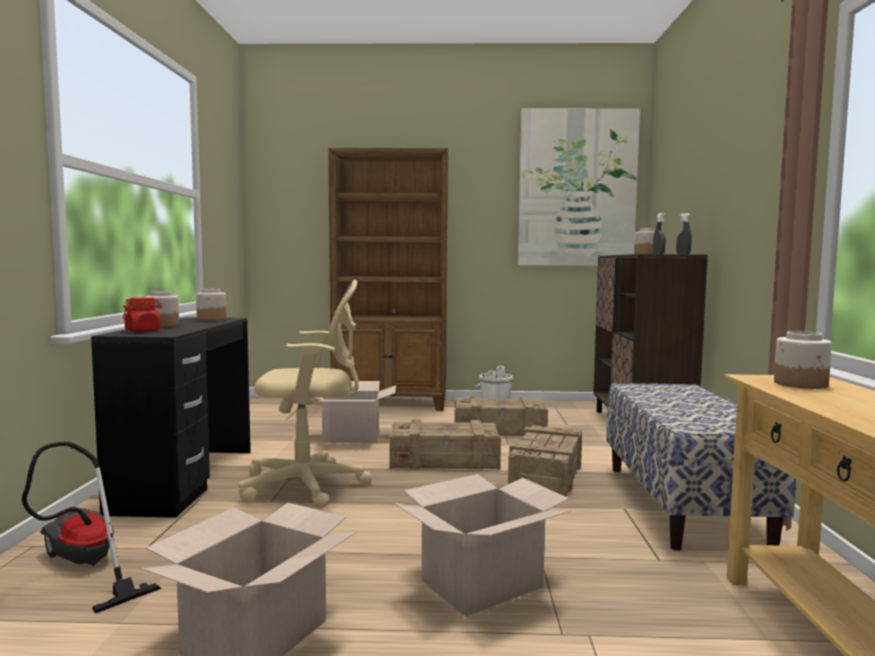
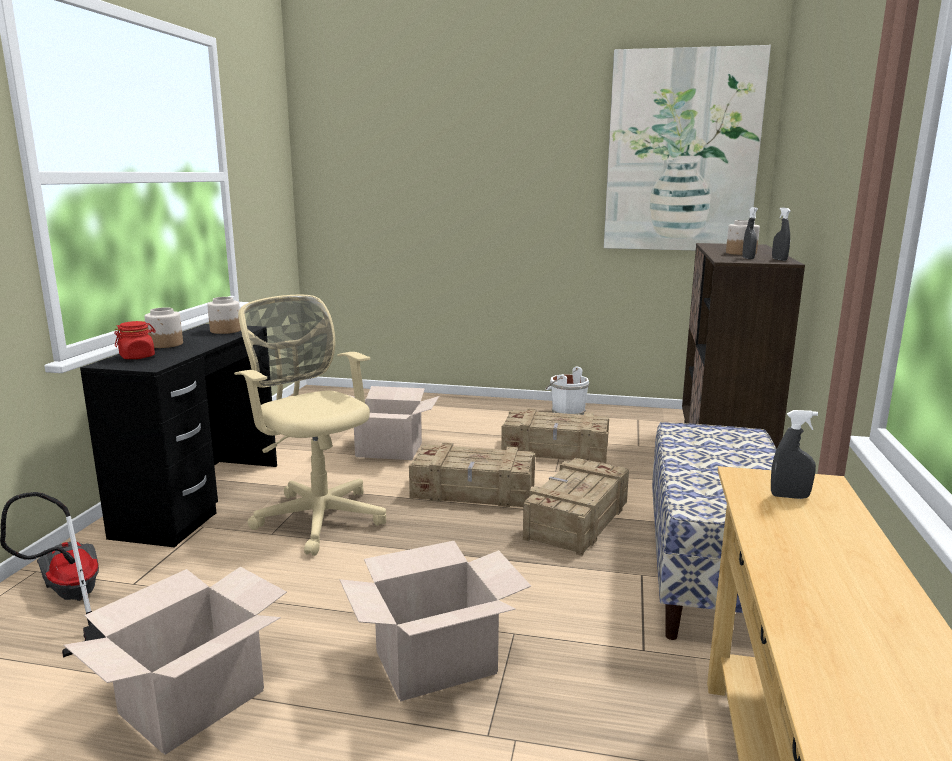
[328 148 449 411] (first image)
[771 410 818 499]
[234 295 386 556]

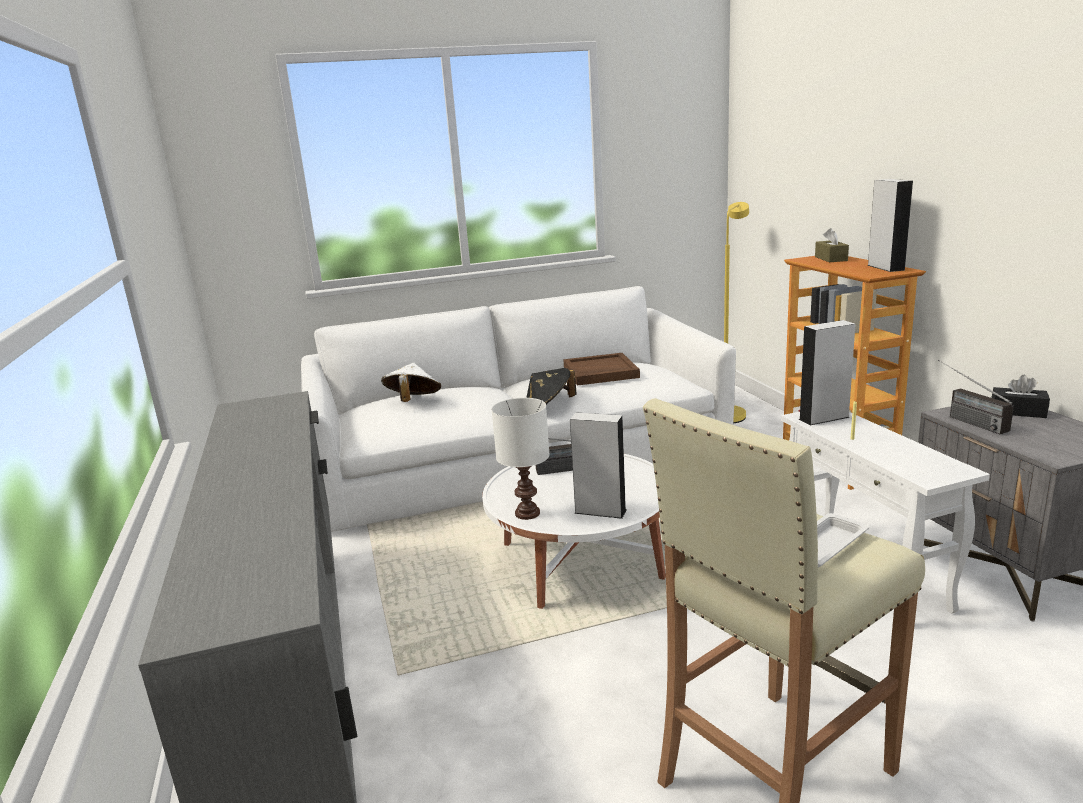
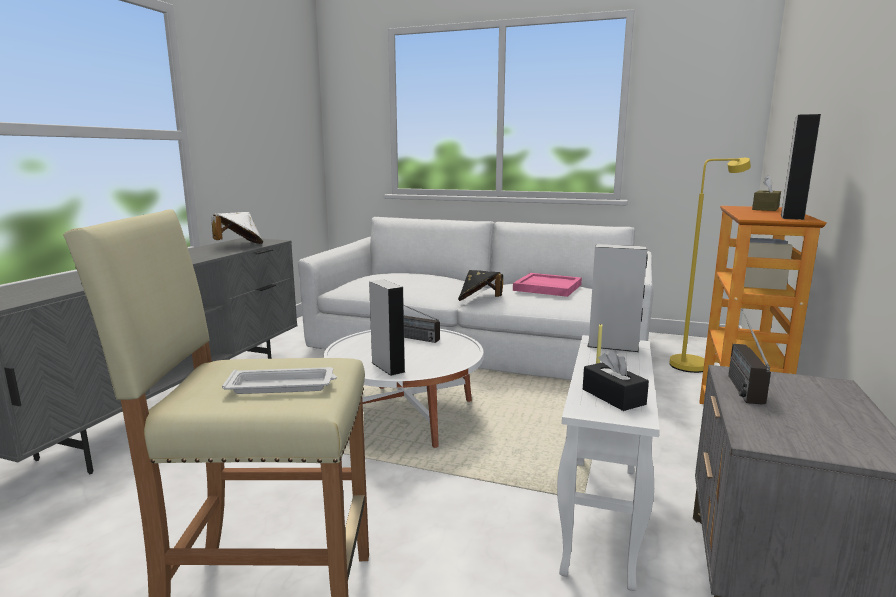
[491 398 550 520] (first image)
[211 212 263 244]
[583 350 649 411]
[513 273 582 297]

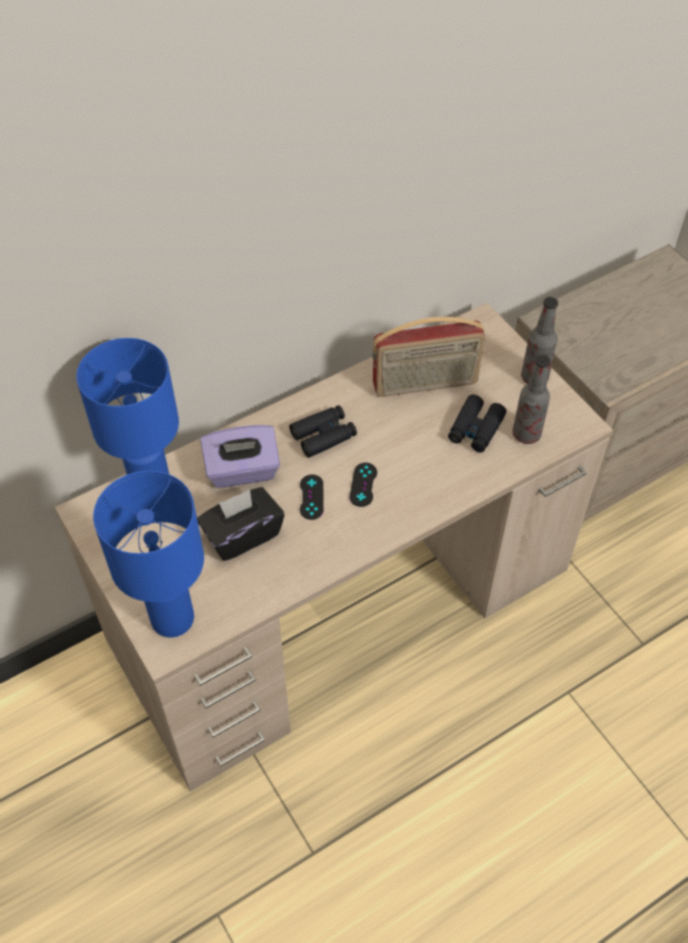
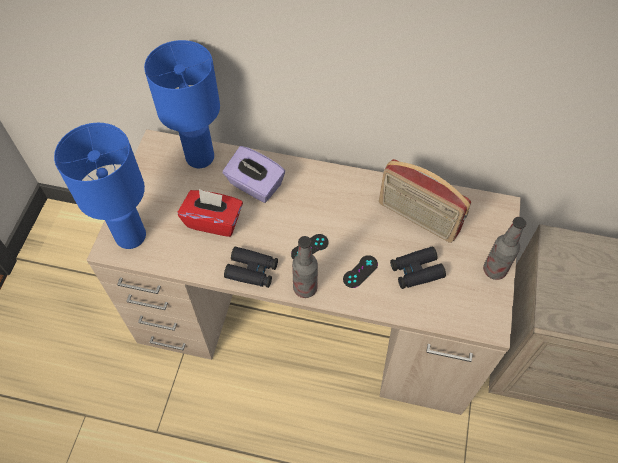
[224 247 278 288]
[343 255 378 288]
[292 236 318 298]
[178 189 243 237]

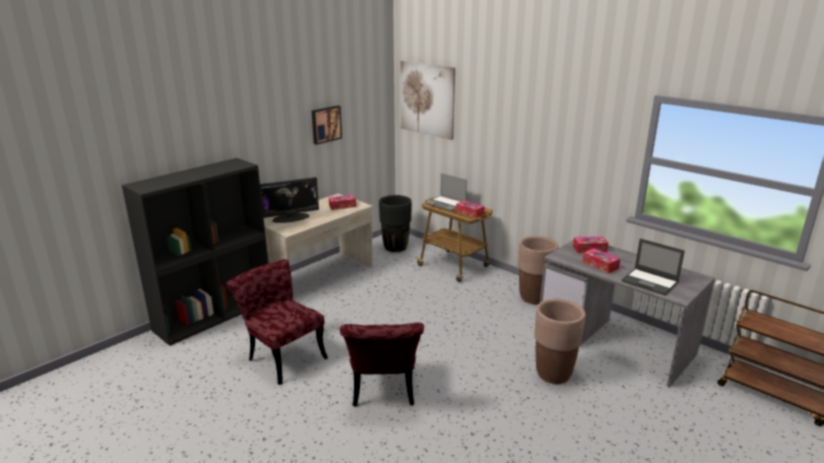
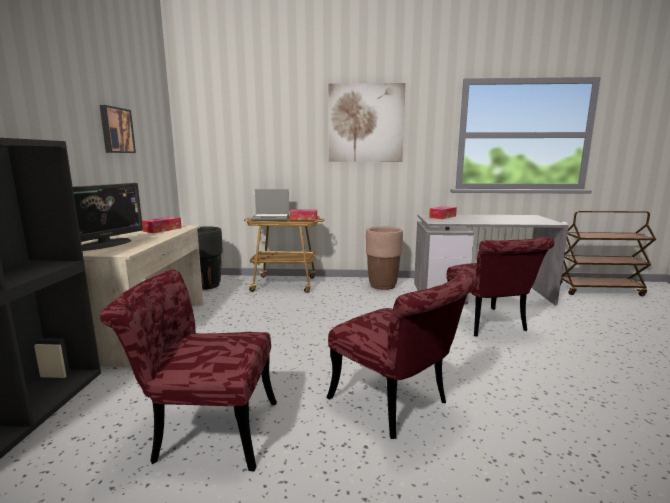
[583 248 620 273] (first image)
[621 238 685 296] (first image)
[329 83 405 162]
[446 237 554 337]

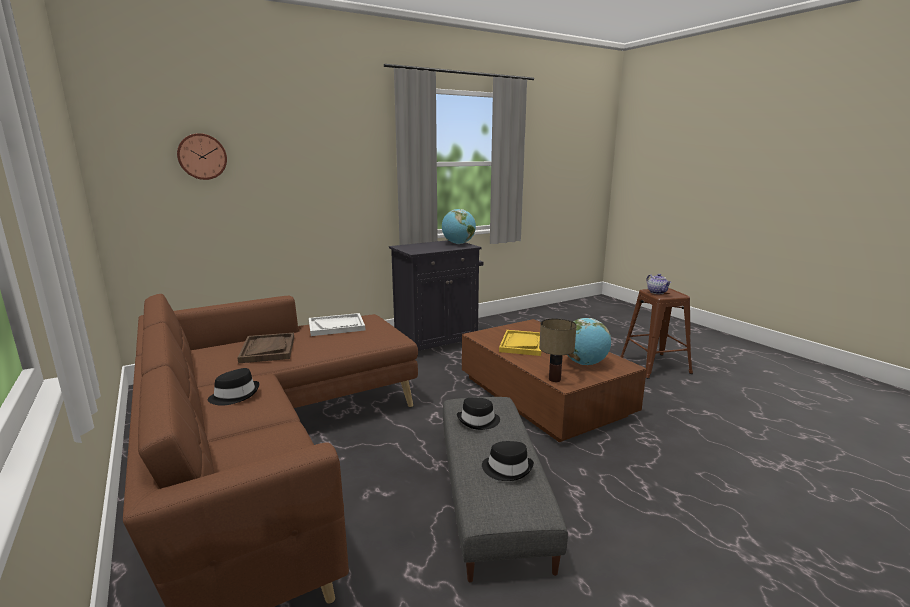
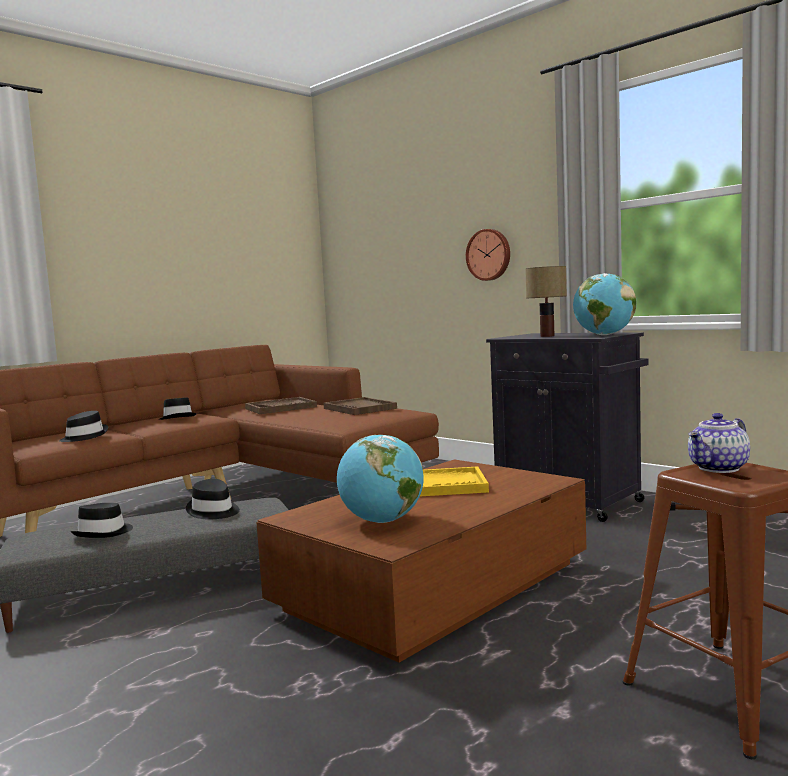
[59 411 108 442]
[466 229 510 281]
[525 266 567 337]
[324 397 397 415]

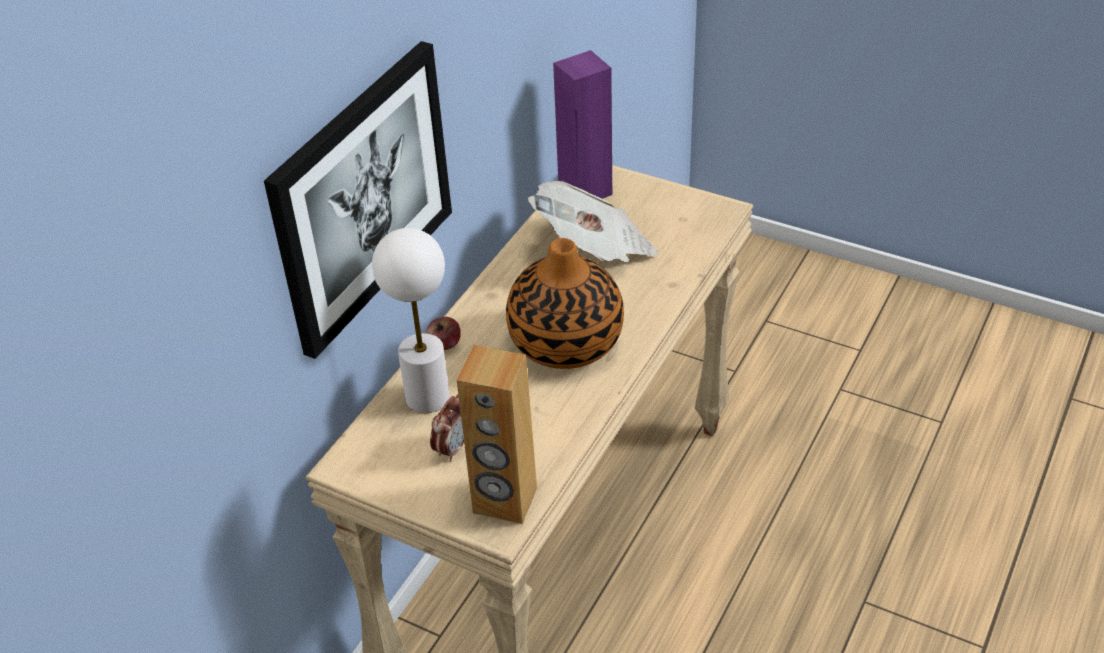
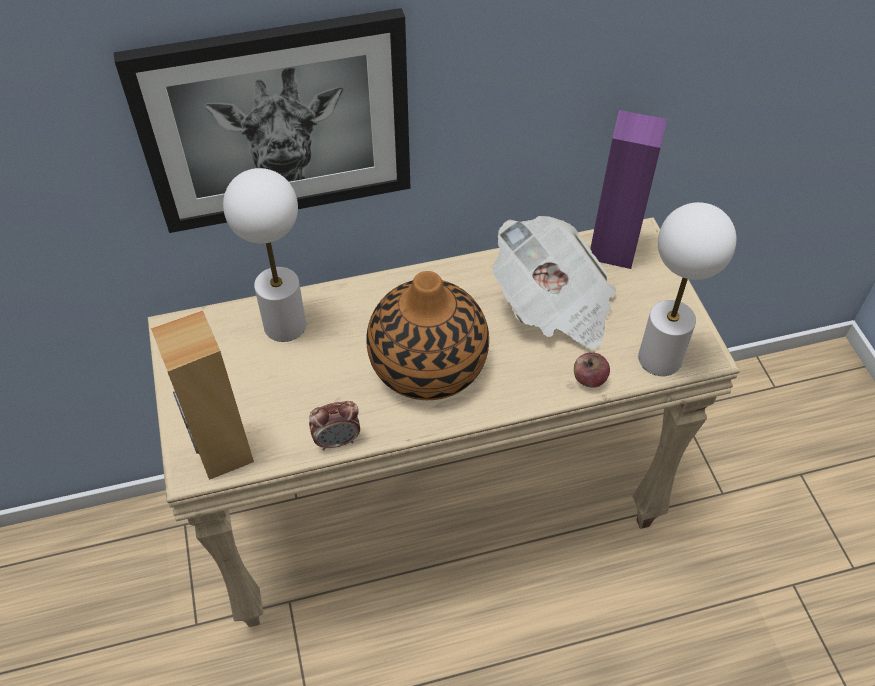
[638 202 737 376]
[574 352 610 388]
[309 401 360 450]

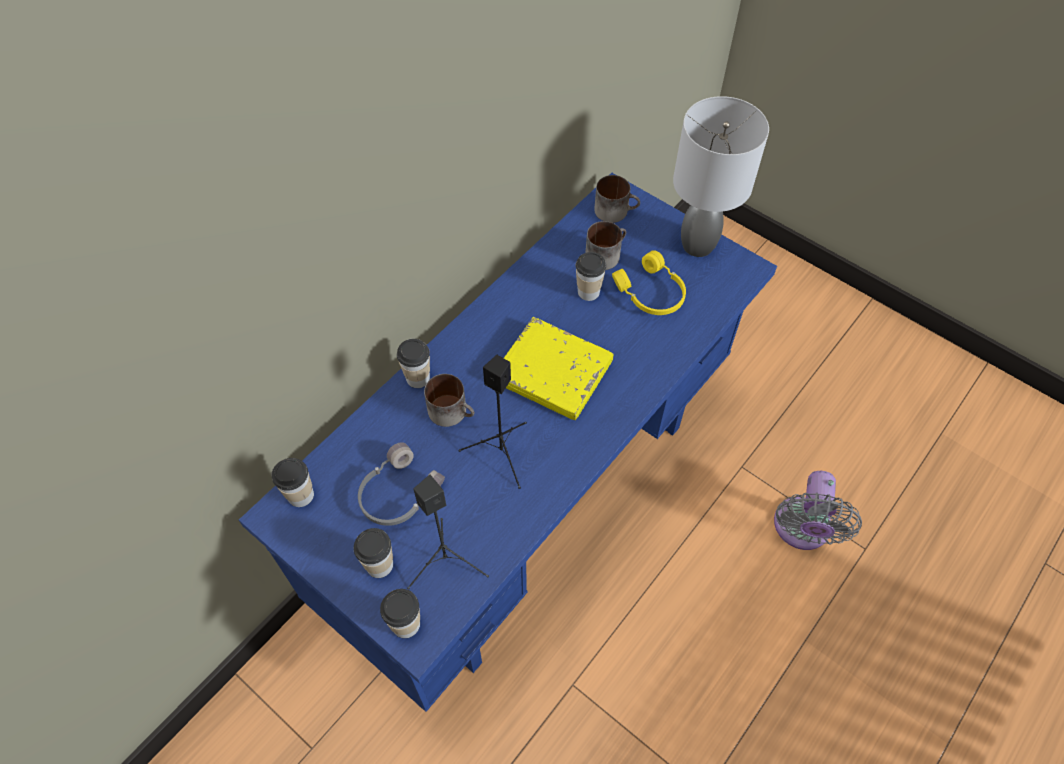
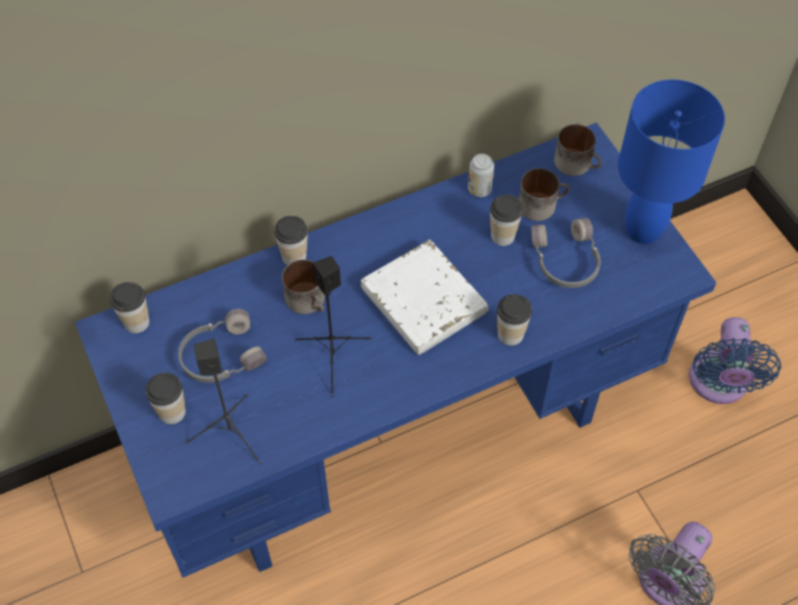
[468 154 494 197]
[689 317 781 404]
[497 294 532 346]
[361 240 488 355]
[531 218 601 288]
[618 80 725 244]

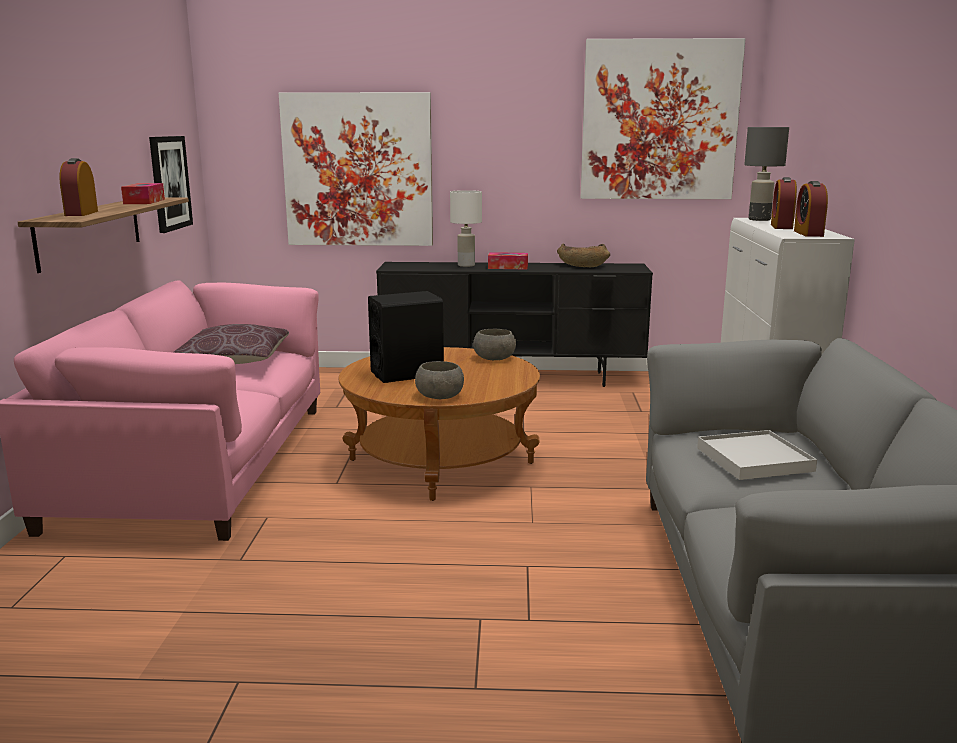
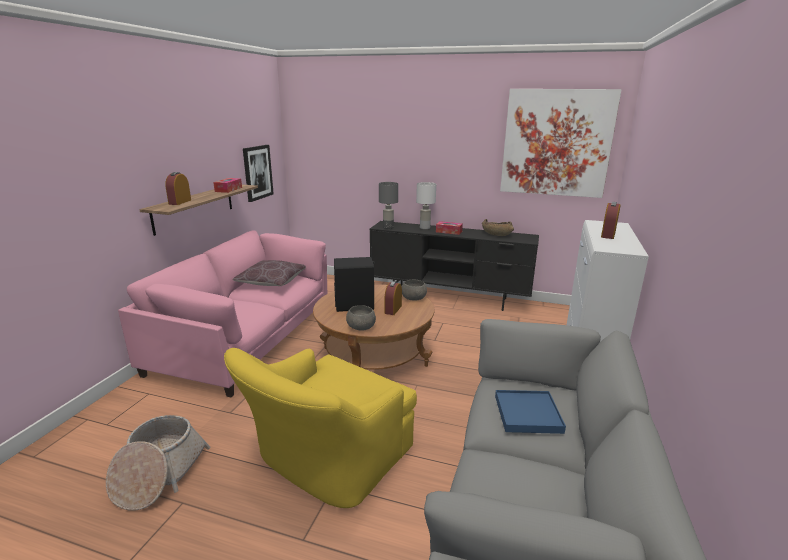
[279 92 433 246] (first image)
[106 415 210 511]
[224 348 417 508]
[379 182 398 229]
[385 281 402 315]
[495 390 566 434]

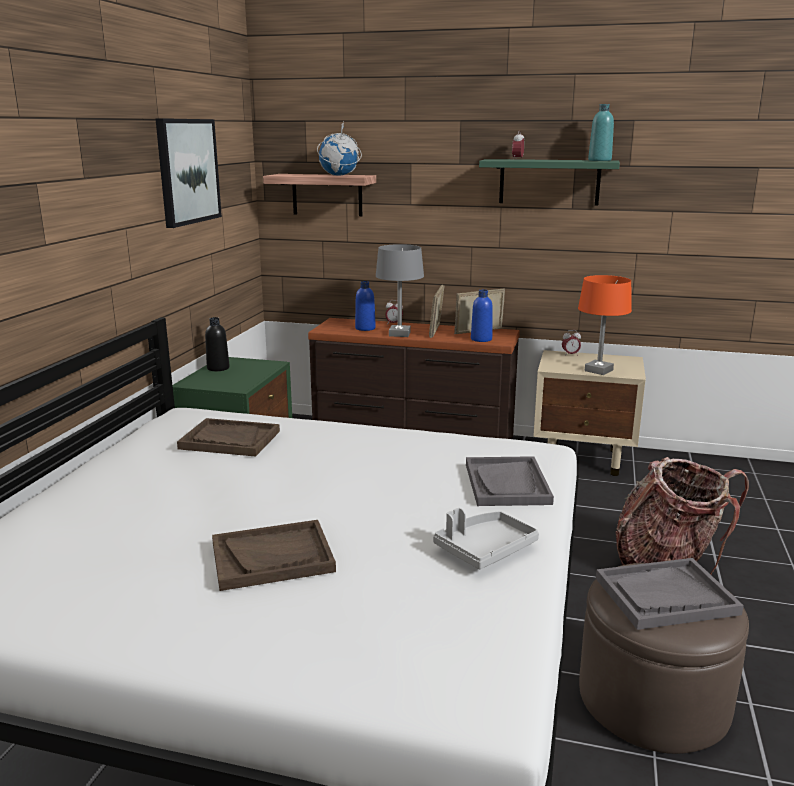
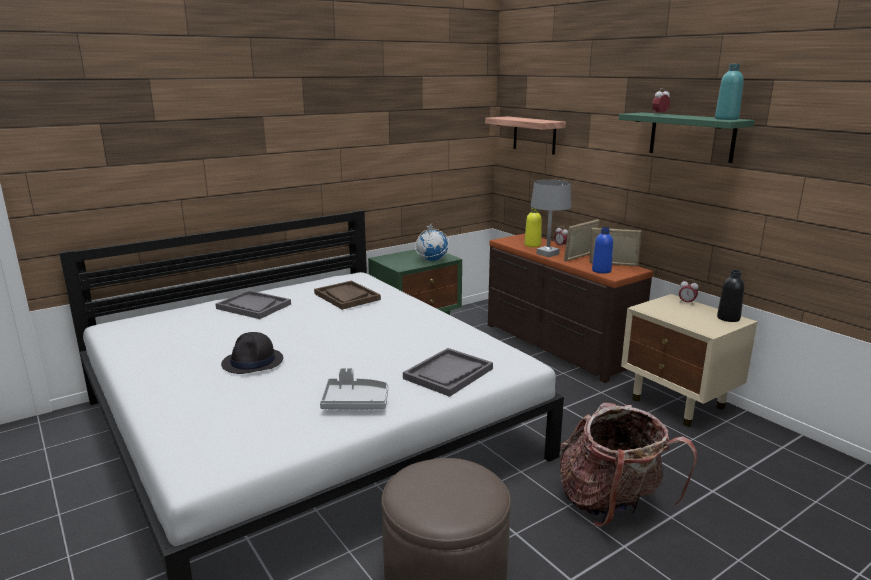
[155 118 222 228] (first image)
[578 275 632 375] (first image)
[717 270 745 322]
[415 223 449 261]
[216 290 291 319]
[221 332 283 374]
[524 207 542 247]

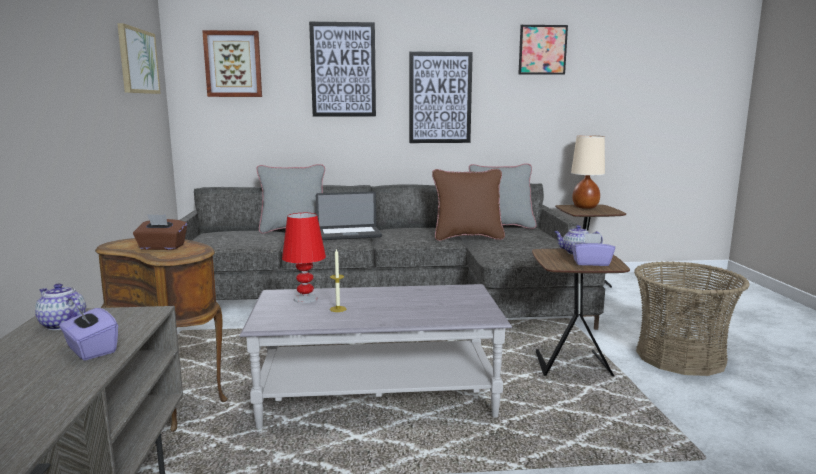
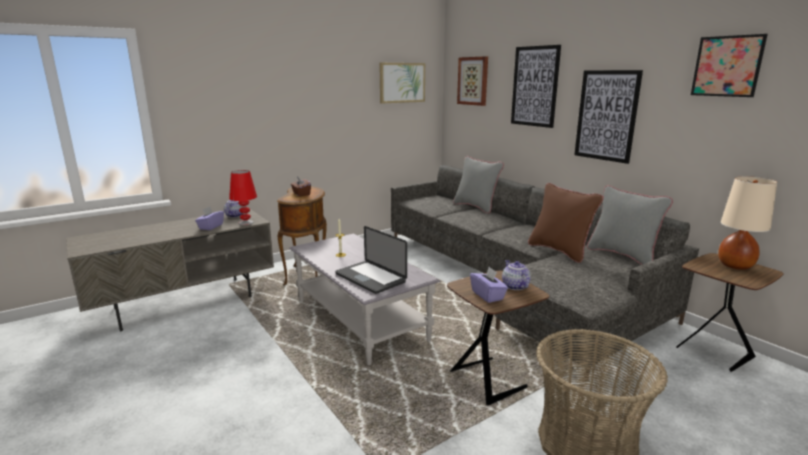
[229 170 257 225]
[335 226 407 294]

